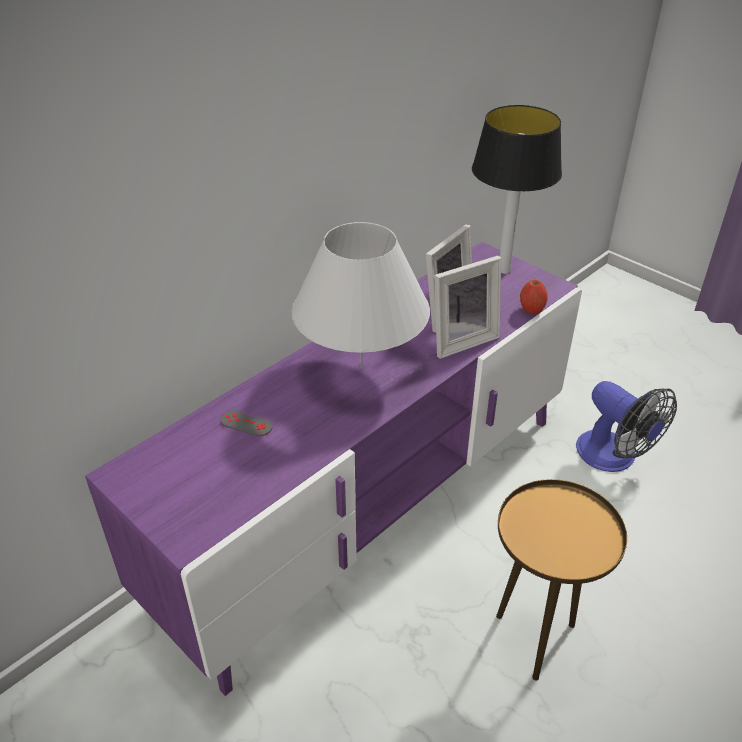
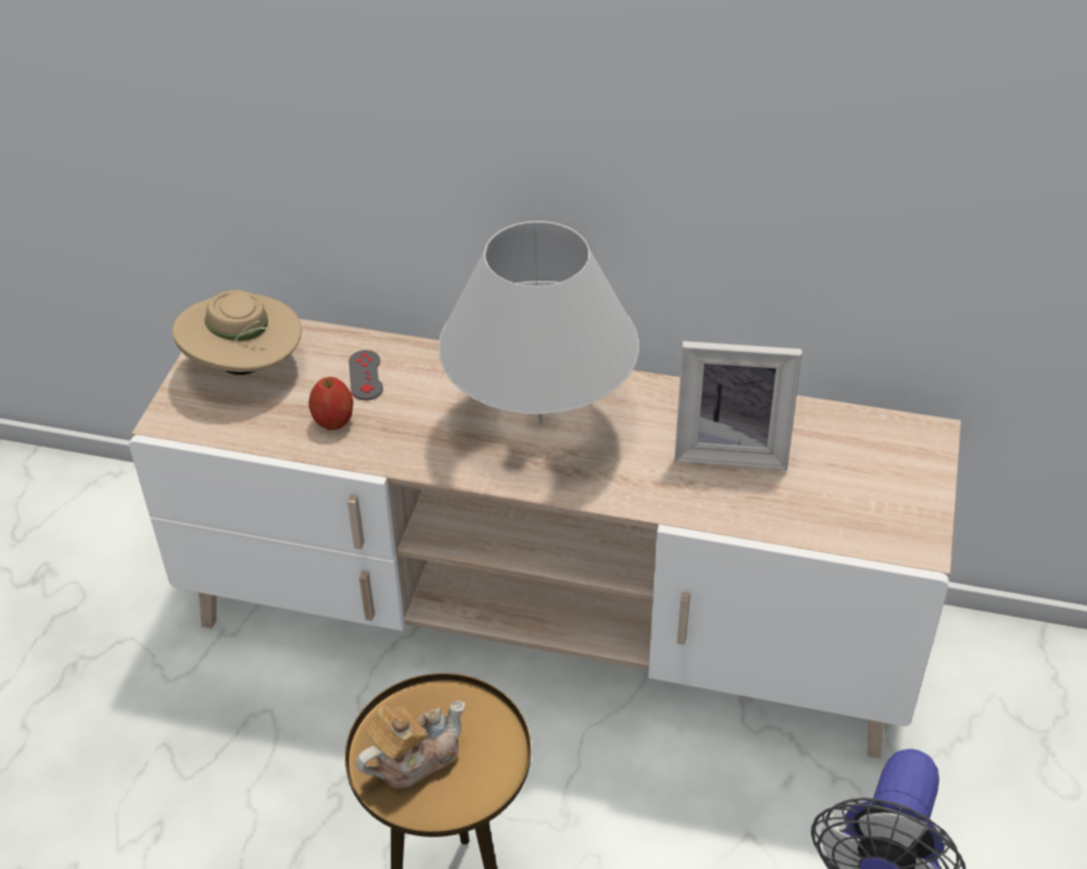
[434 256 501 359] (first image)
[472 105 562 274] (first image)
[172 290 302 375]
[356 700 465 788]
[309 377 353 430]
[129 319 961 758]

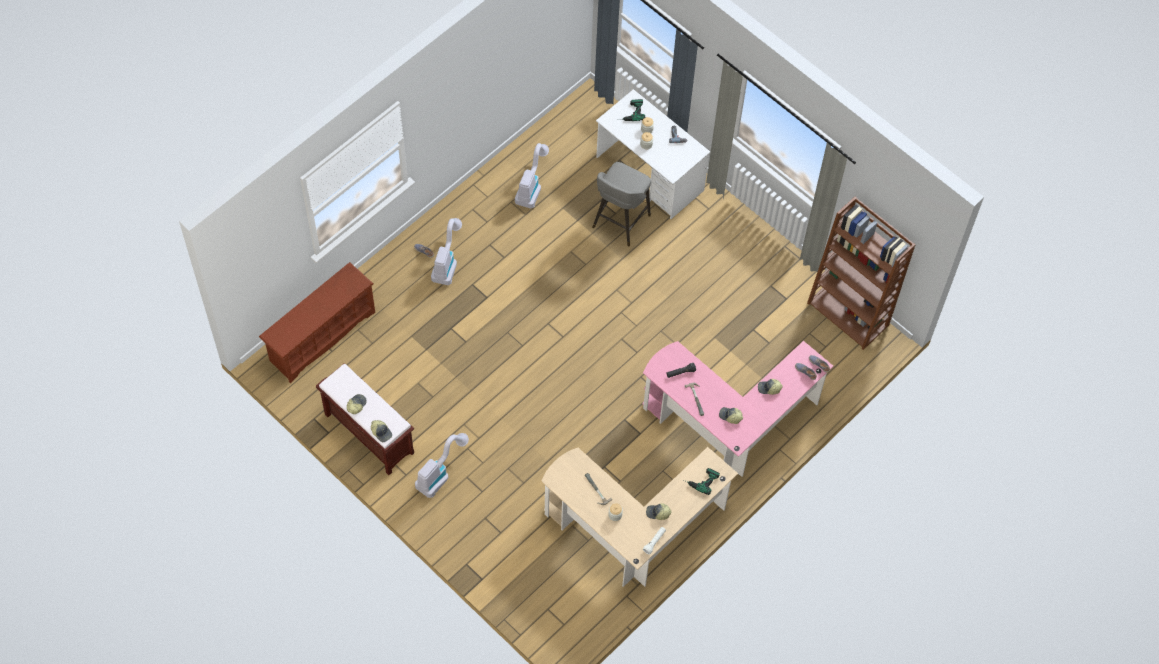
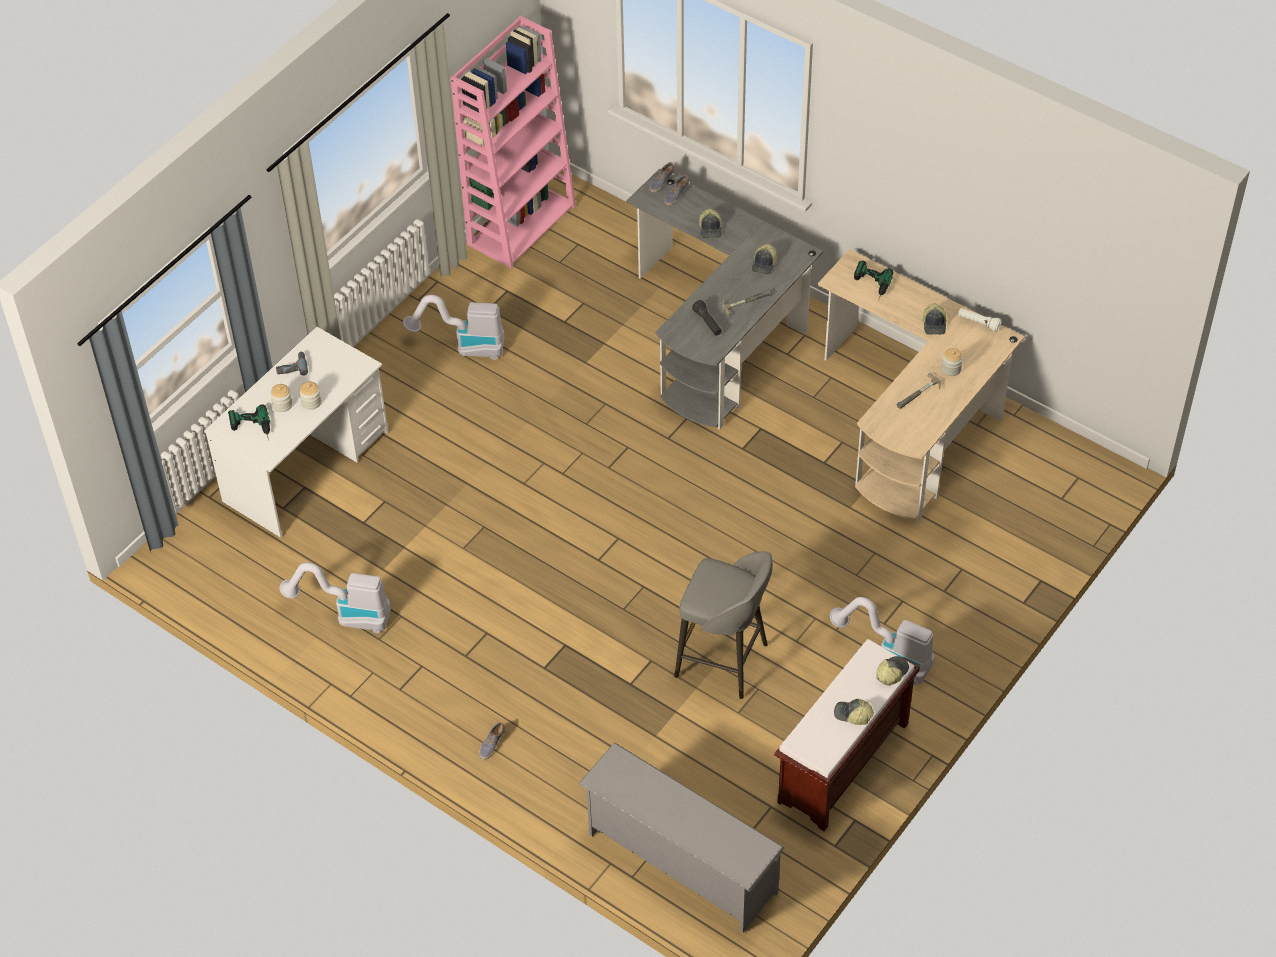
[403 295 505 360]
[674 551 773 699]
[579 742 785 933]
[626 168 823 430]
[451 16 576 269]

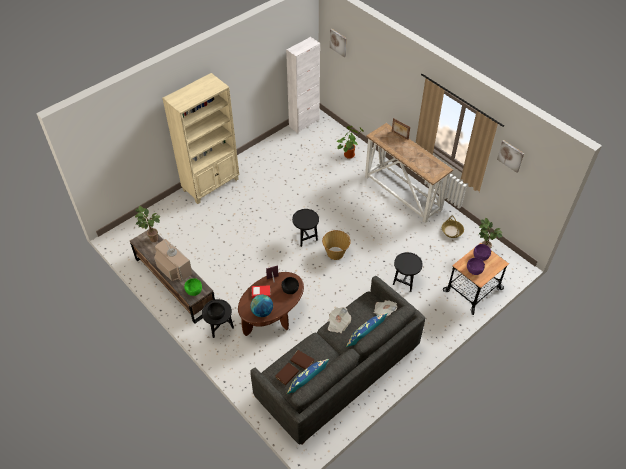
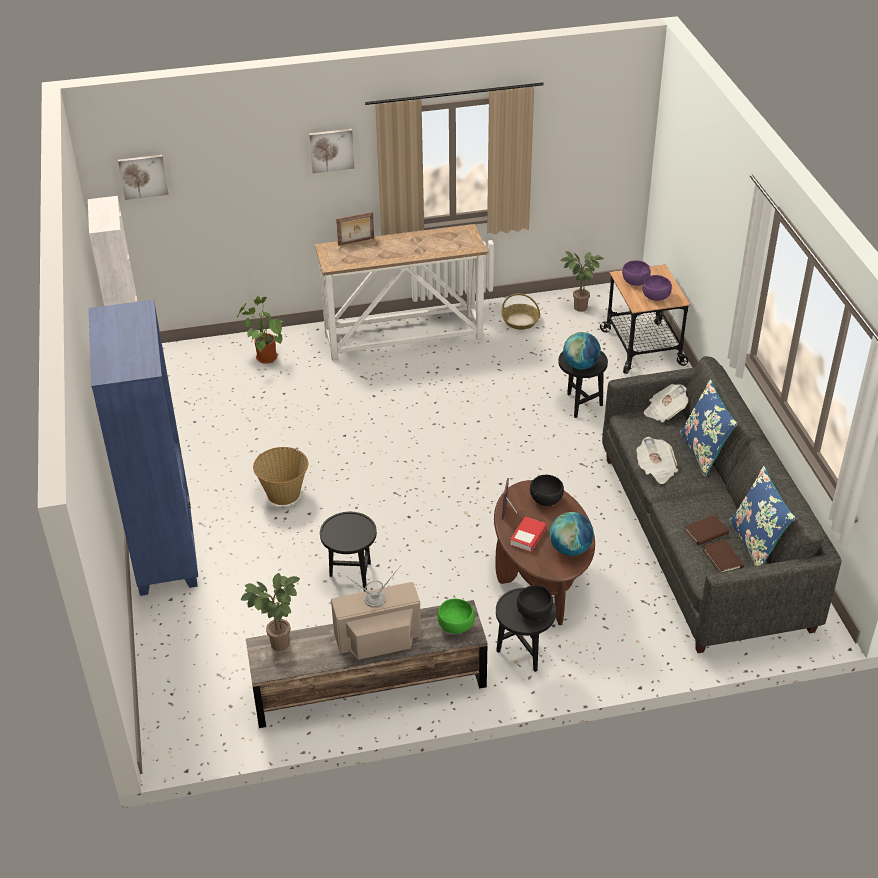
[563 332 601 370]
[320 512 377 591]
[253 447 308 505]
[309 129 354 173]
[88 300 198 596]

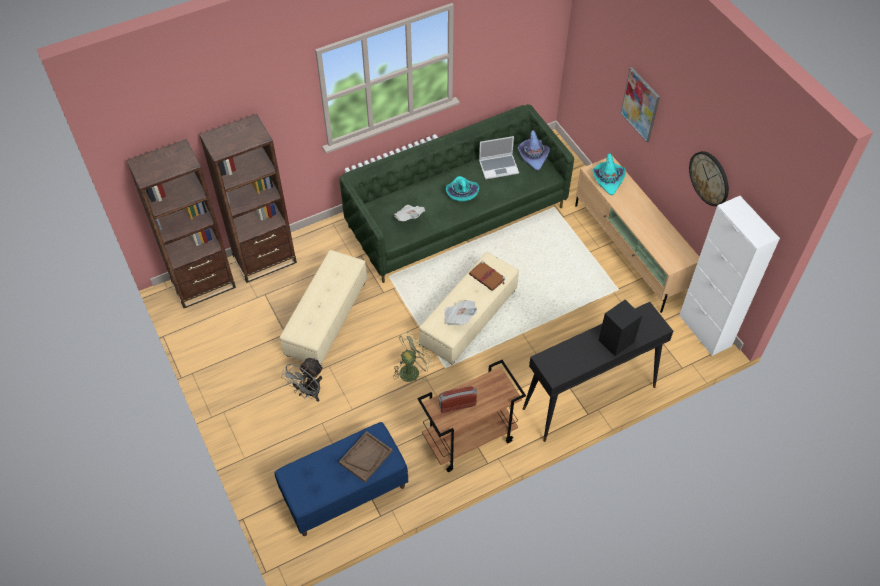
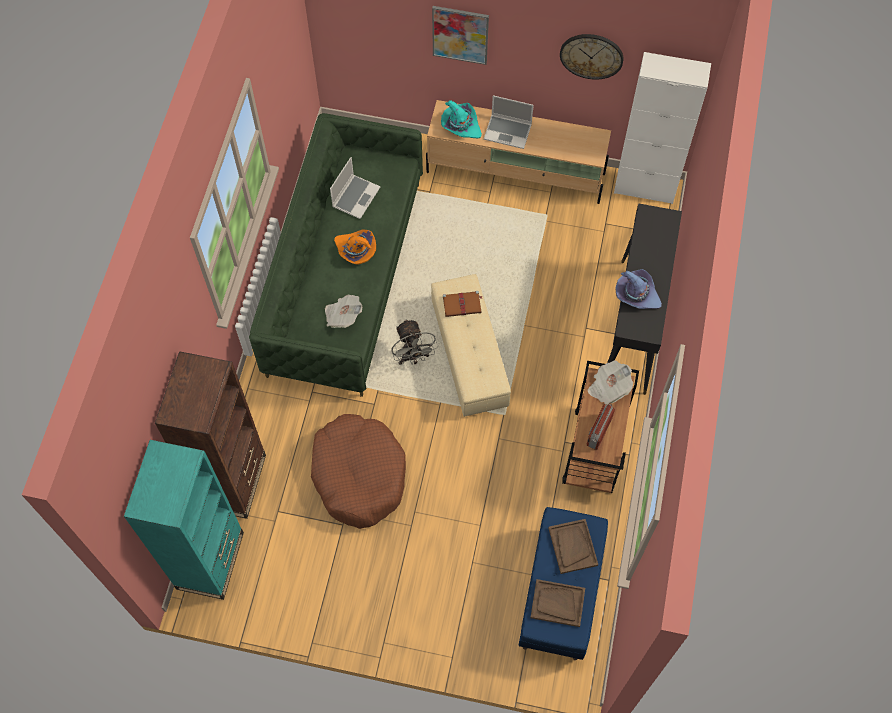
[393 332 434 382] (first image)
[599 300 642 356] (first image)
[484 95 534 149]
[530 579 585 627]
[391 319 438 365]
[588 360 633 405]
[615 269 662 309]
[311 414 406 529]
[124 440 244 600]
[334 229 376 265]

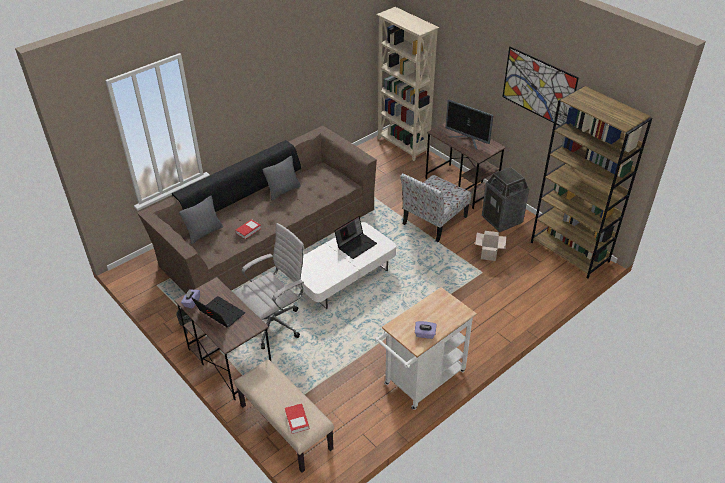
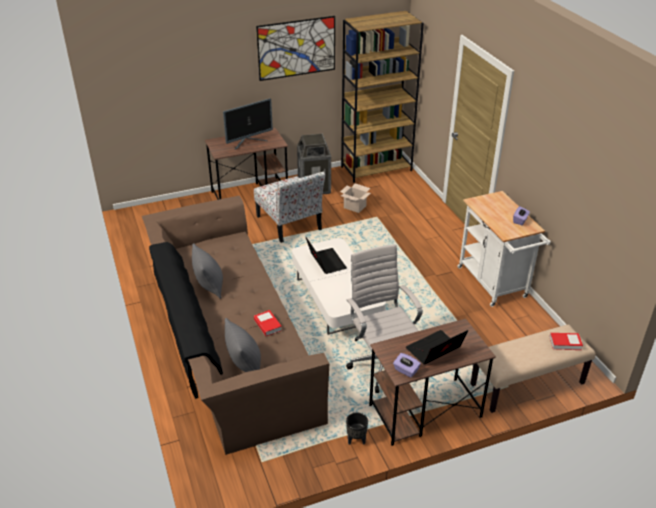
[376 7 439 161] (first image)

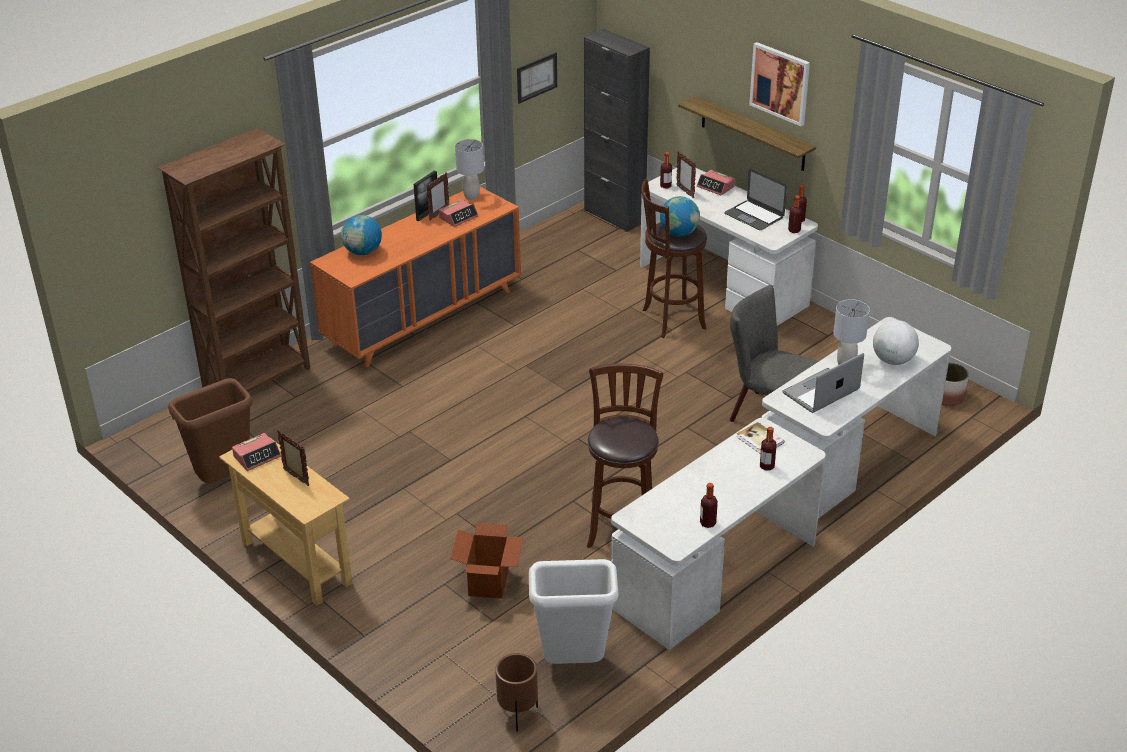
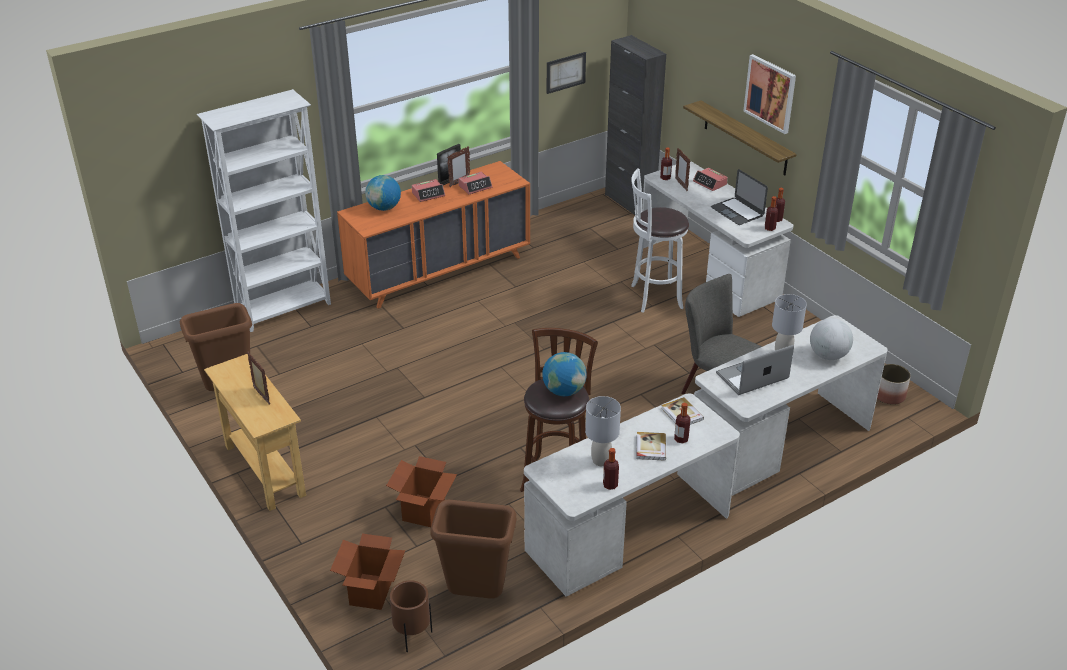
[330 534 405 610]
[637 432 666 461]
[412 179 445 202]
[585 396 621 466]
[542 352 587 396]
[197 89 331 332]
[430 500 517 599]
[631 168 689 313]

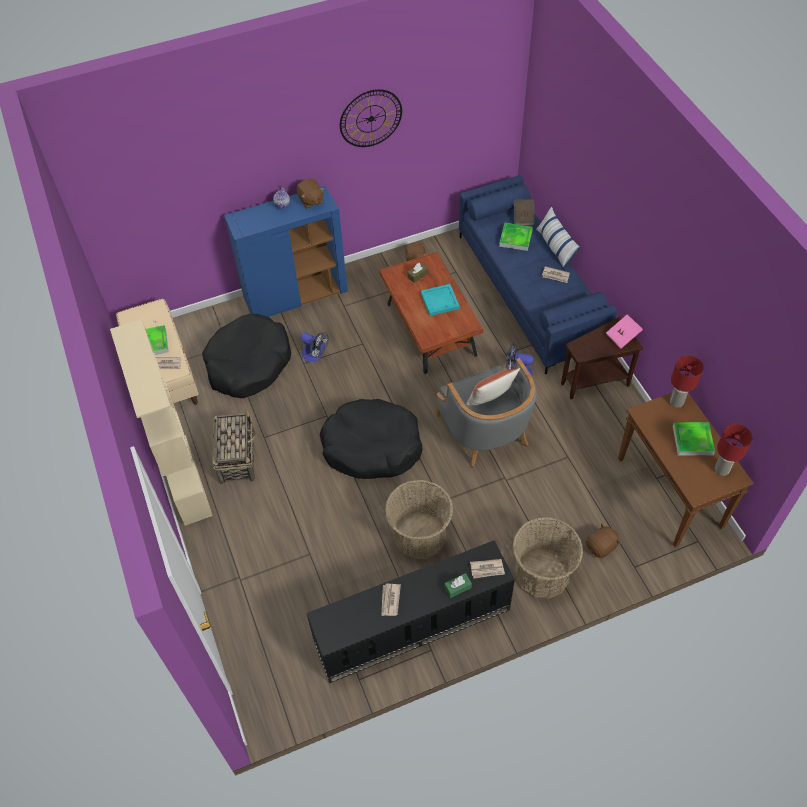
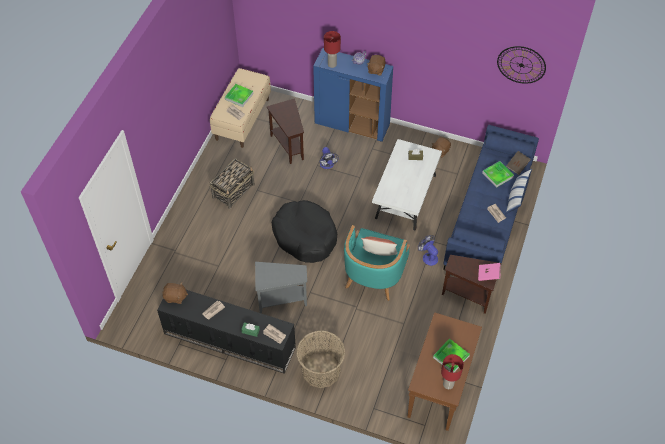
[110 319 213 526] (first image)
[421 284 460 316] (first image)
[497 46 546 84]
[163 282 188 304]
[324 31 341 68]
[267 99 304 164]
[255 262 307 314]
[372 139 442 230]
[344 225 410 301]

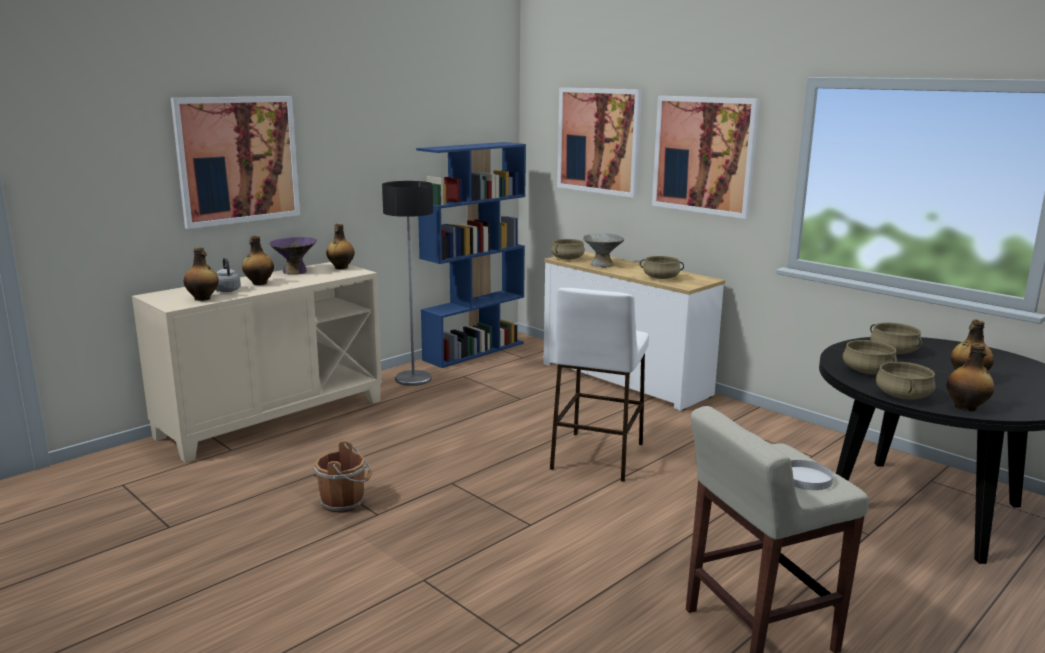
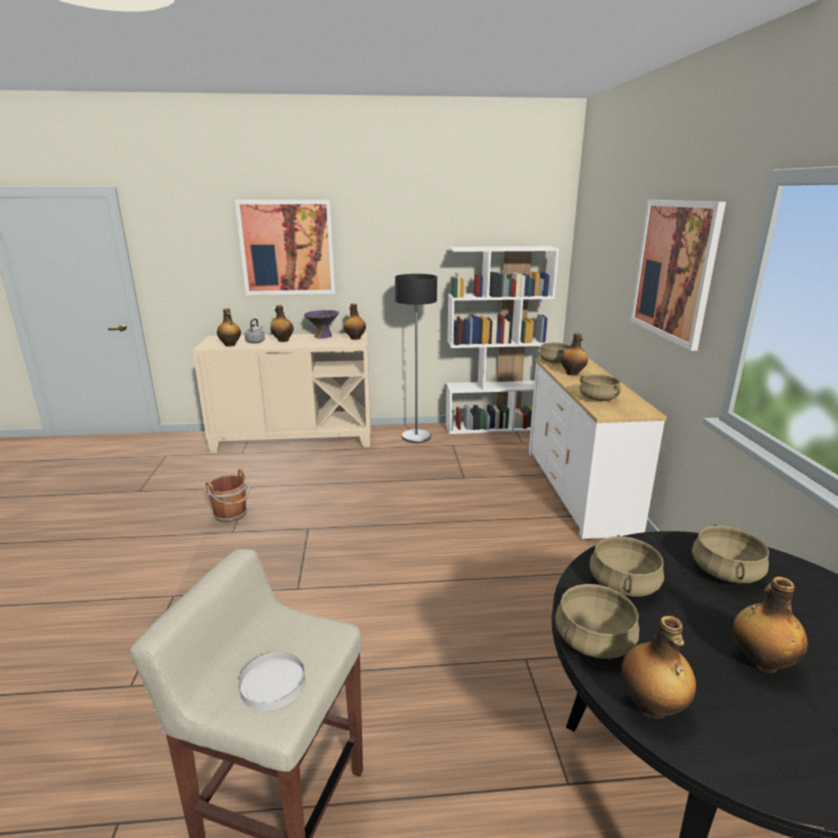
[550 288 649 482] (first image)
[557 87 642 198] (first image)
[561 333 588 376]
[446 246 559 434]

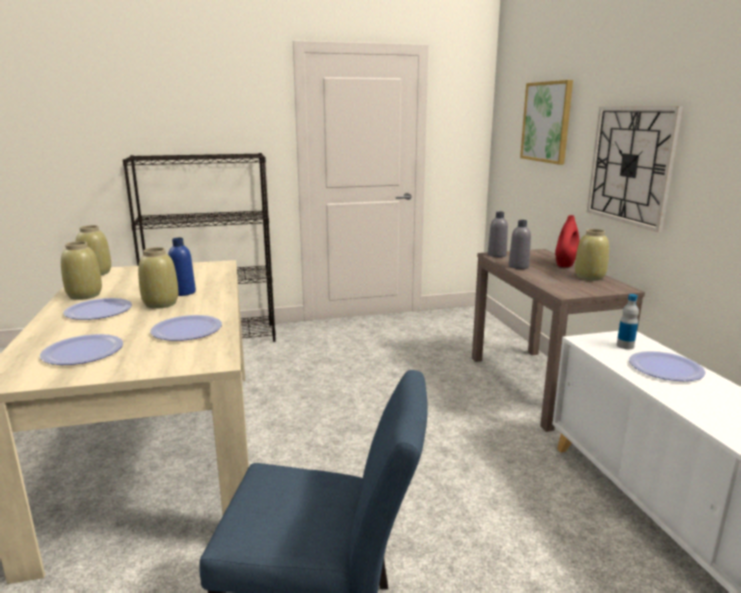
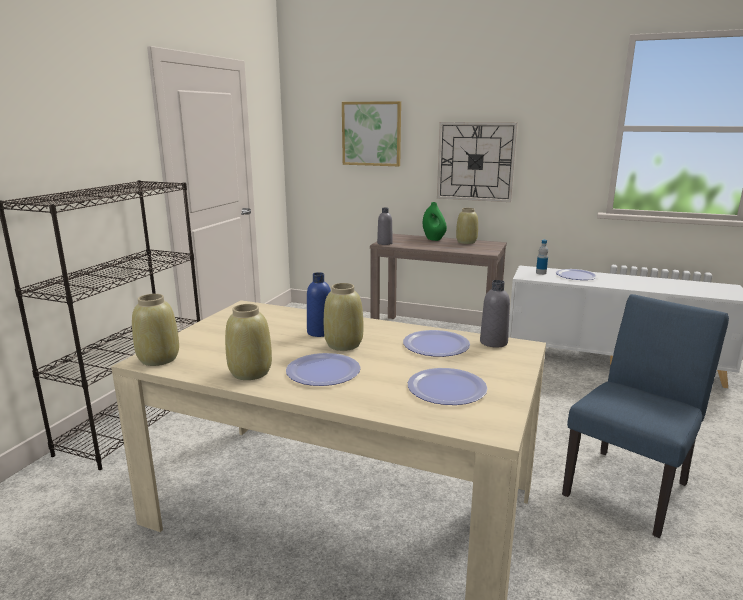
[480 280 510 348]
[423 202 447 241]

